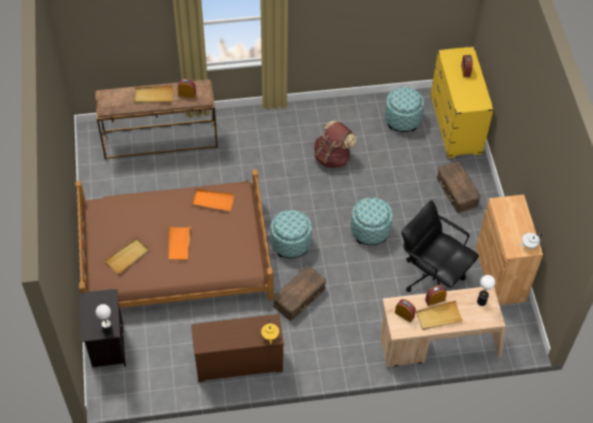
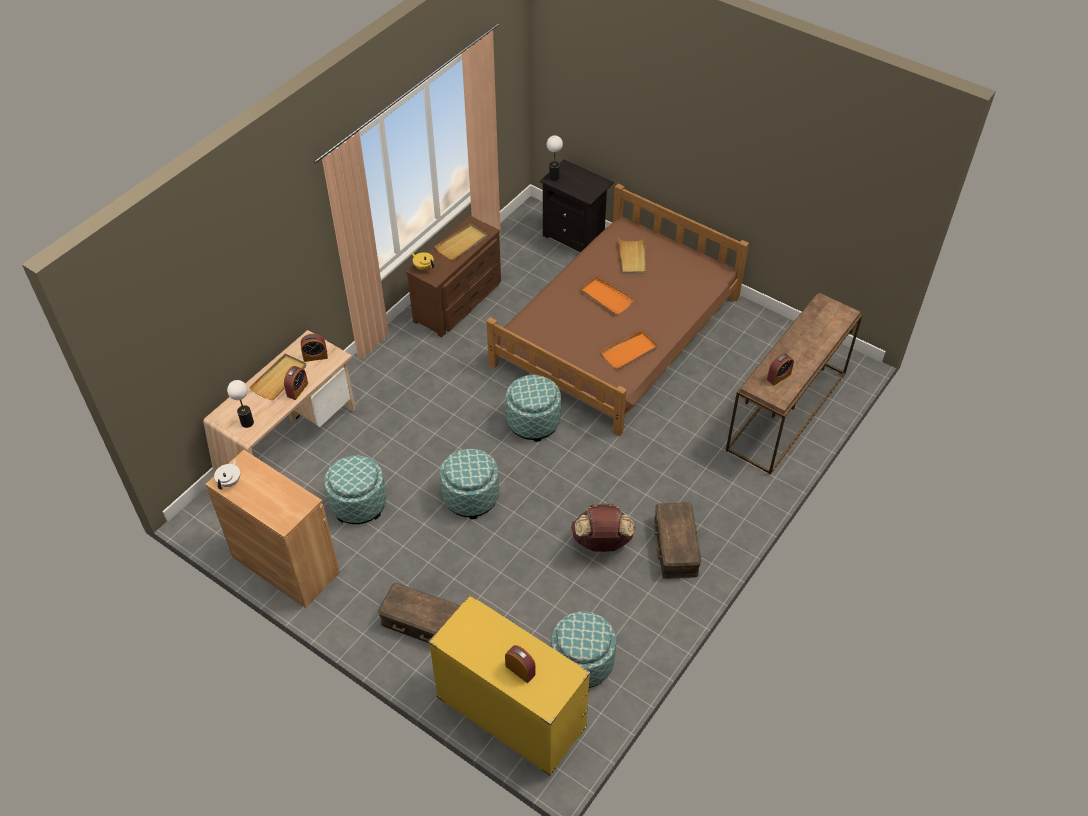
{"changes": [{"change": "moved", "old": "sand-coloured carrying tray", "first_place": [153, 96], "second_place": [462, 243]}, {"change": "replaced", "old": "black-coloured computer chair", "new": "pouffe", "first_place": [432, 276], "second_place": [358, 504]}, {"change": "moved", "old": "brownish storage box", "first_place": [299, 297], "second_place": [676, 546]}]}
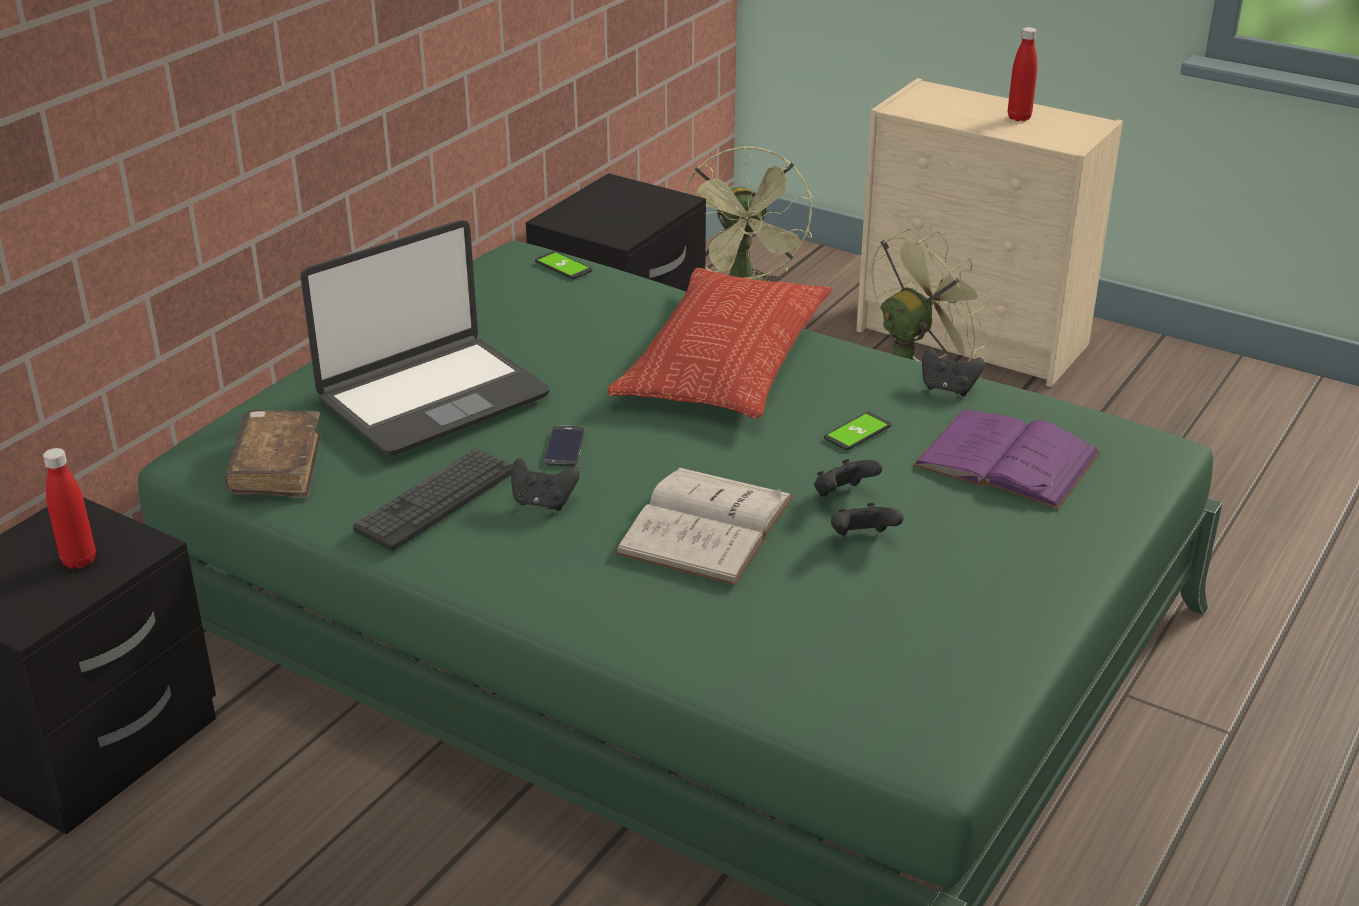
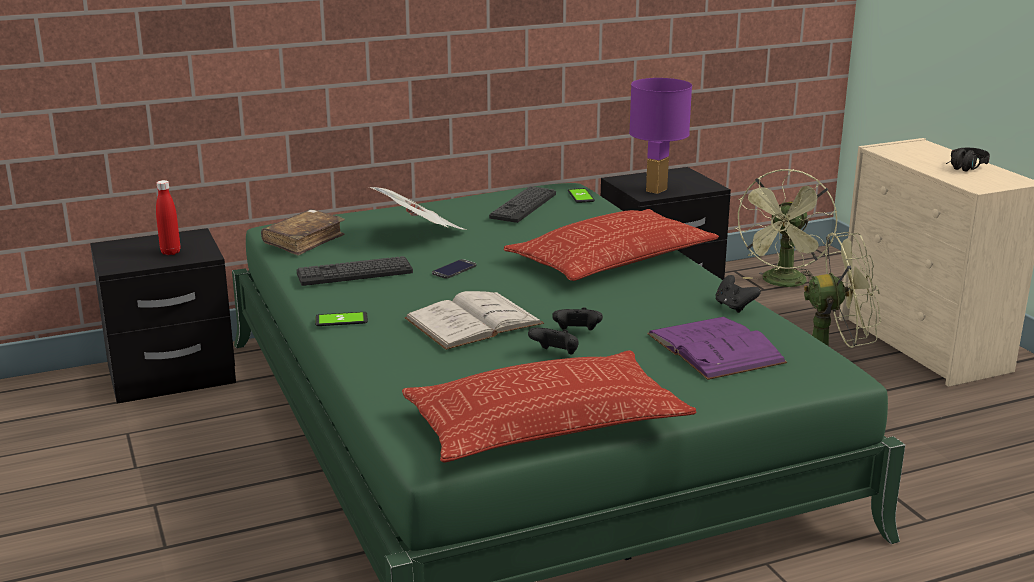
{"changes": [{"change": "replaced", "old": "reddish drink bottle", "new": "black-coloured headphones", "first_place": [1019, 118], "second_place": [964, 168]}, {"change": "replaced", "old": "notebook computer", "new": "newspaper", "first_place": [432, 397], "second_place": [419, 232]}, {"change": "moved", "old": "phone", "first_place": [857, 432], "second_place": [341, 320]}, {"change": "removed", "old": "black-coloured gamepad", "first_place": [543, 502]}, {"change": "added", "new": "purple-coloured tabletop lamp", "second_place": [656, 190]}, {"change": "added", "new": "keyboard", "second_place": [523, 205]}, {"change": "added", "new": "throw pillow", "second_place": [546, 422]}]}
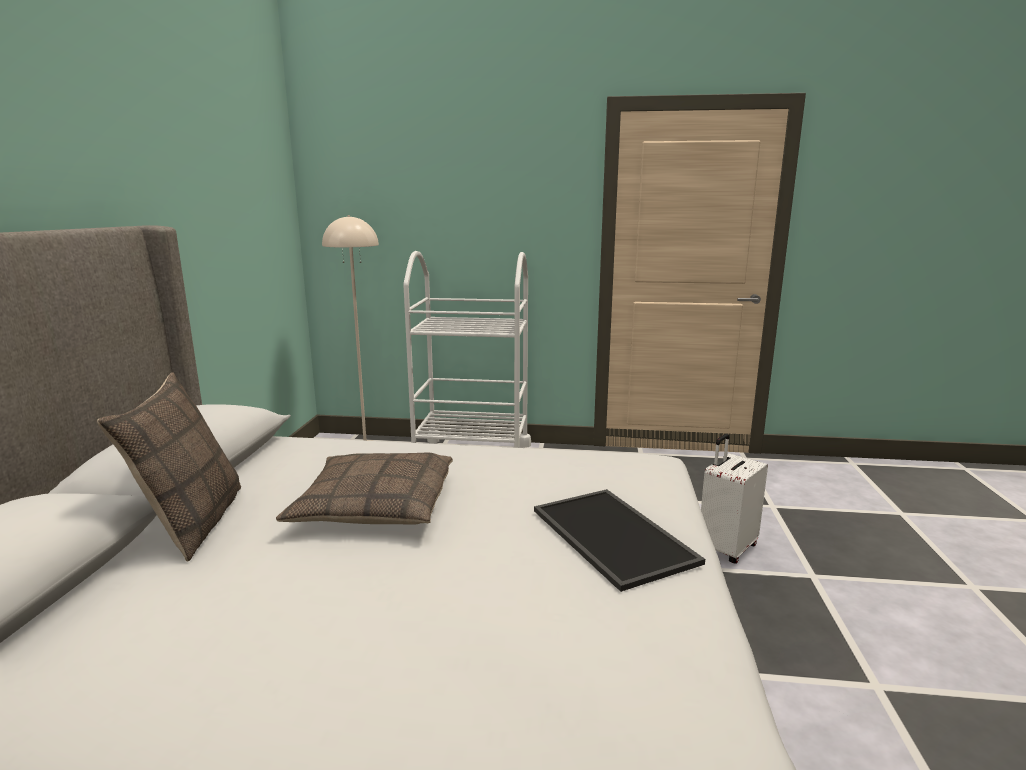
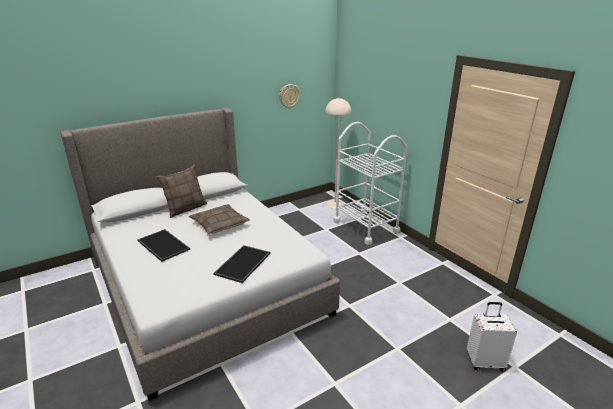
{"changes": [{"change": "moved", "old": "whitish piece of luggage", "first_place": [726, 548], "second_place": [485, 362]}, {"change": "added", "new": "clock on the wall", "second_place": [289, 96]}, {"change": "added", "new": "carrying tray", "second_place": [162, 245]}]}
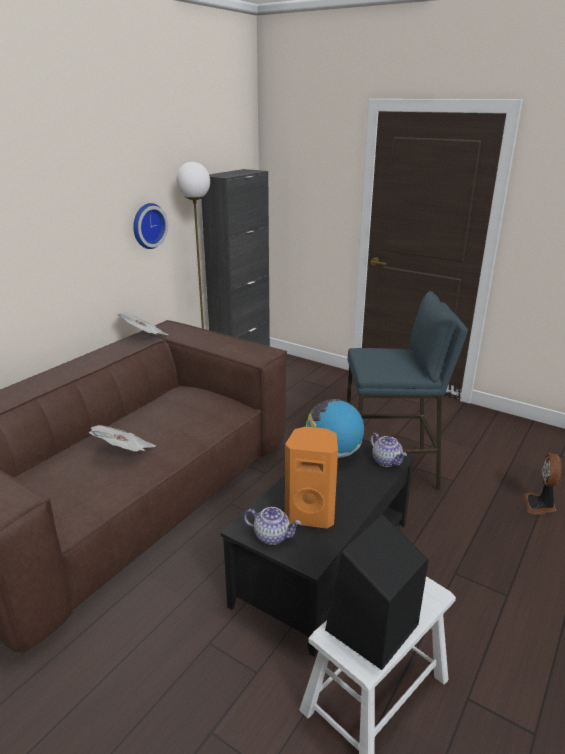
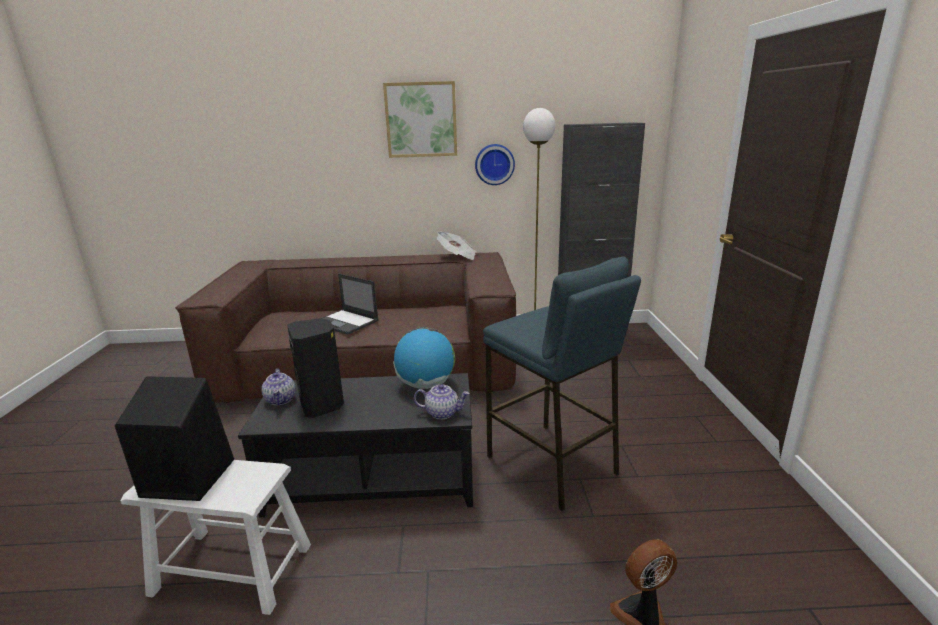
{"changes": [{"change": "replaced", "old": "newspaper", "new": "notebook computer", "first_place": [125, 452], "second_place": [346, 322]}, {"change": "recoloured", "old": "orangey speaker", "new": "black-coloured speaker", "first_place": [311, 514], "second_place": [322, 405]}, {"change": "turned", "old": "teapot", "first_place": [387, 461], "second_place": [442, 413], "degrees": -105}, {"change": "added", "new": "picture", "second_place": [421, 120]}]}
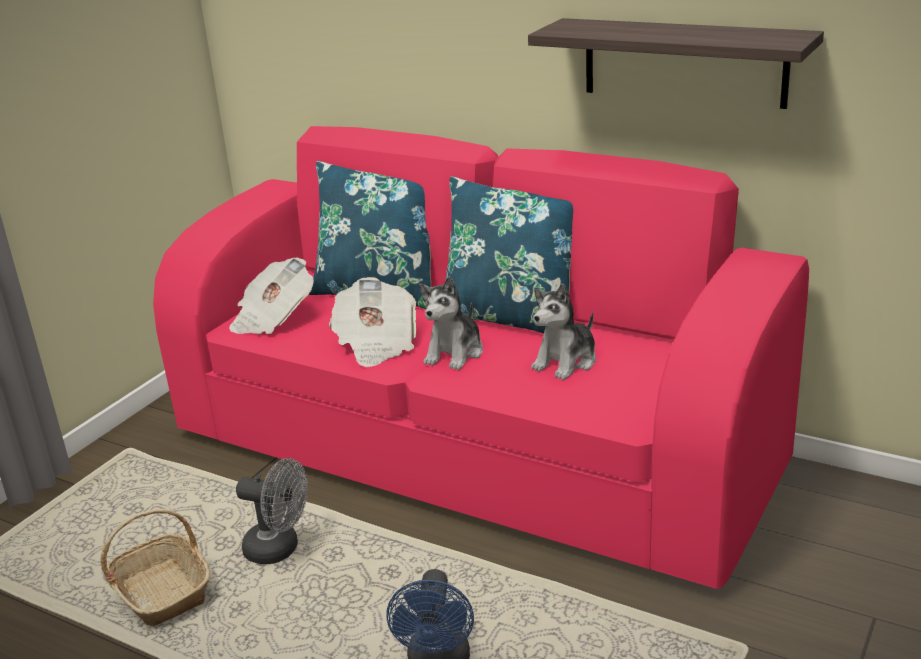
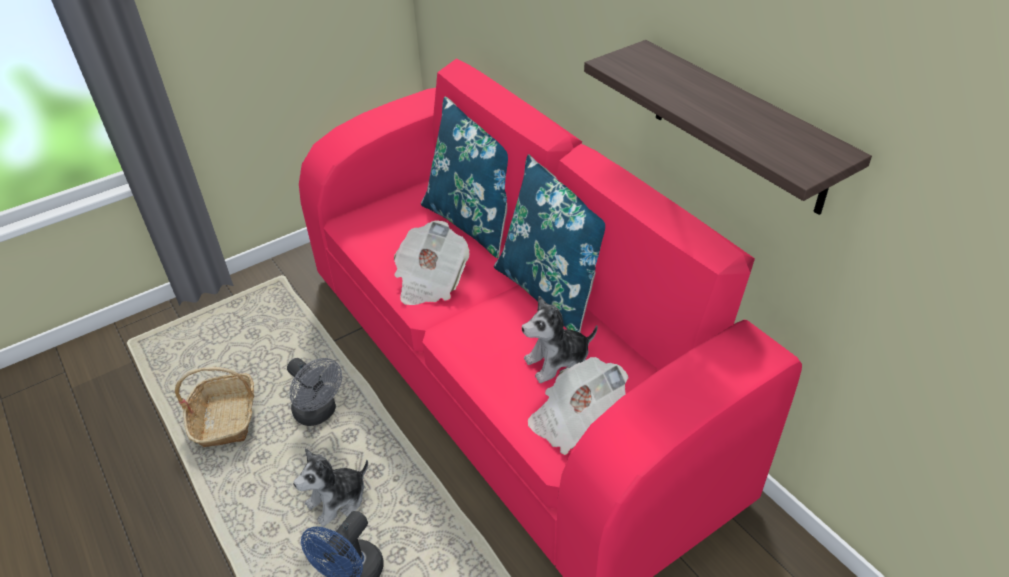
{"changes": [{"change": "moved", "old": "newspaper", "first_place": [273, 319], "second_place": [576, 421]}, {"change": "moved", "old": "soft toy", "first_place": [455, 353], "second_place": [337, 500]}]}
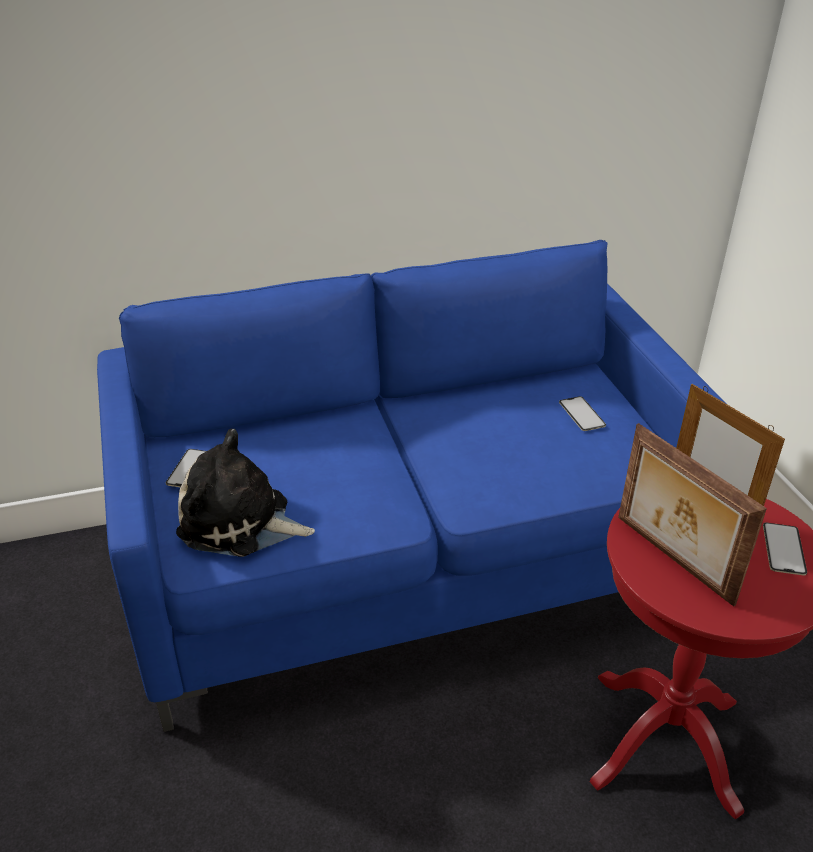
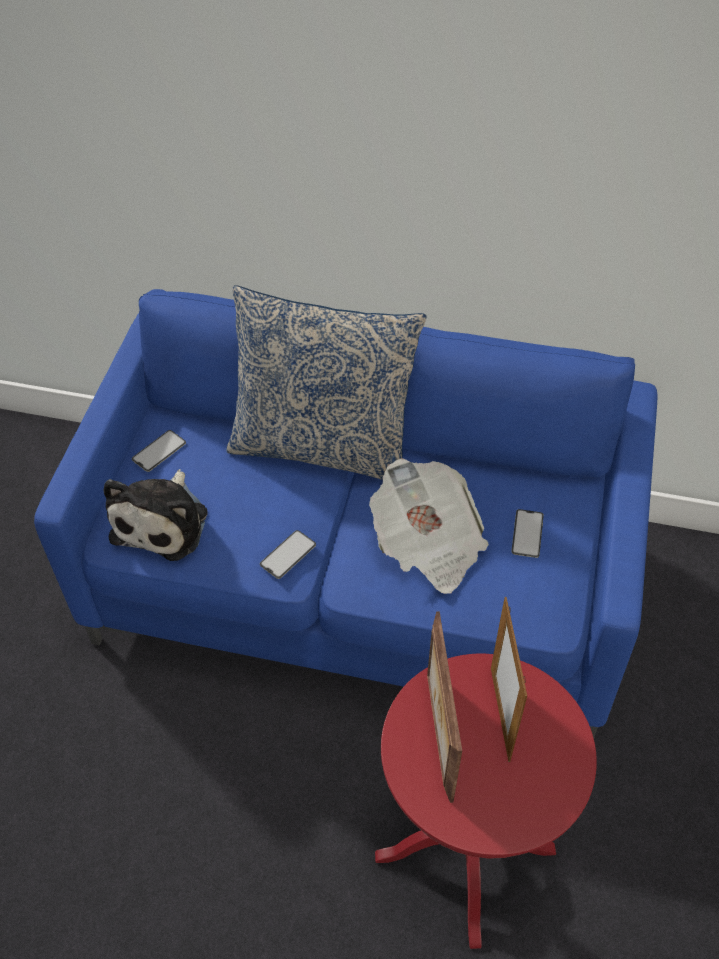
{"changes": [{"change": "turned", "old": "soft toy", "first_place": [240, 523], "second_place": [163, 521], "degrees": -120}, {"change": "moved", "old": "phone", "first_place": [783, 549], "second_place": [288, 554]}, {"change": "added", "new": "throw pillow", "second_place": [323, 445]}, {"change": "added", "new": "newspaper", "second_place": [428, 544]}]}
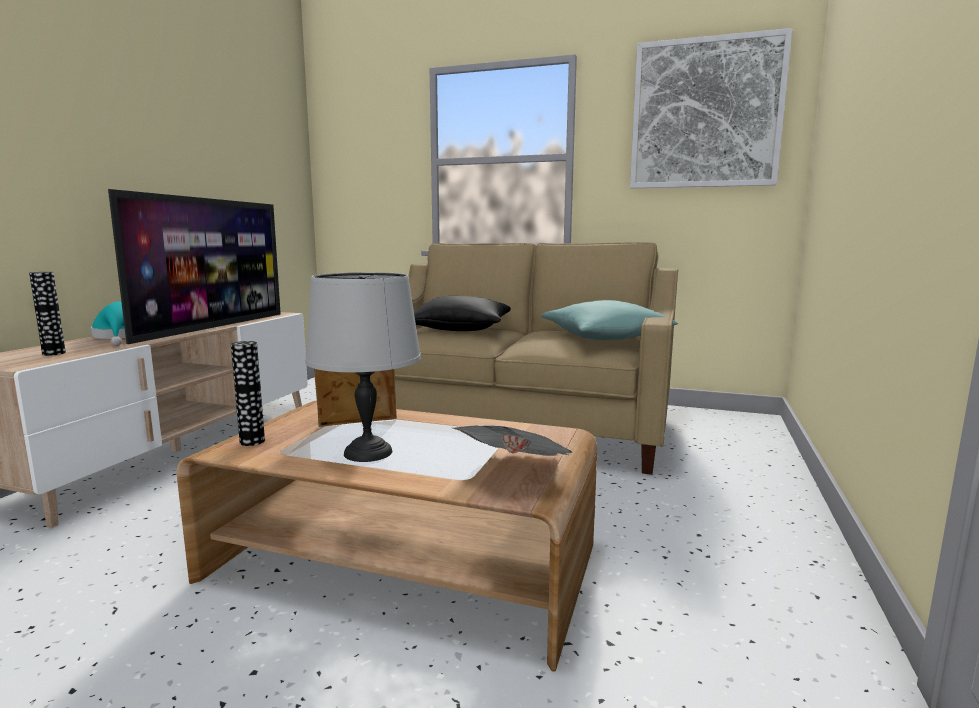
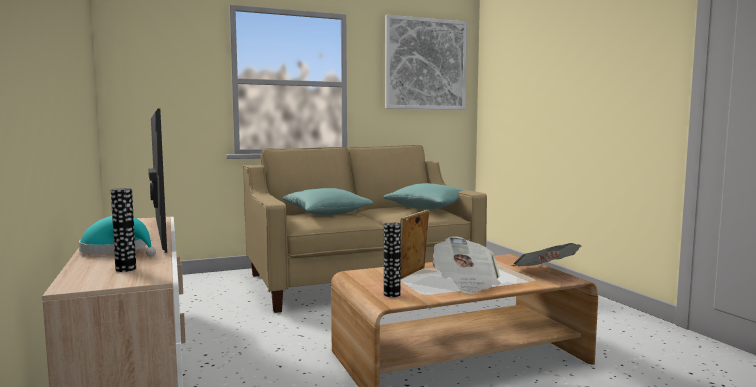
{"changes": [{"change": "replaced", "old": "gray tabletop lamp", "new": "newspaper", "first_place": [367, 453], "second_place": [465, 283]}, {"change": "recoloured", "old": "black-coloured throw pillow", "new": "turquoise-coloured throw pillow", "first_place": [462, 329], "second_place": [326, 213]}]}
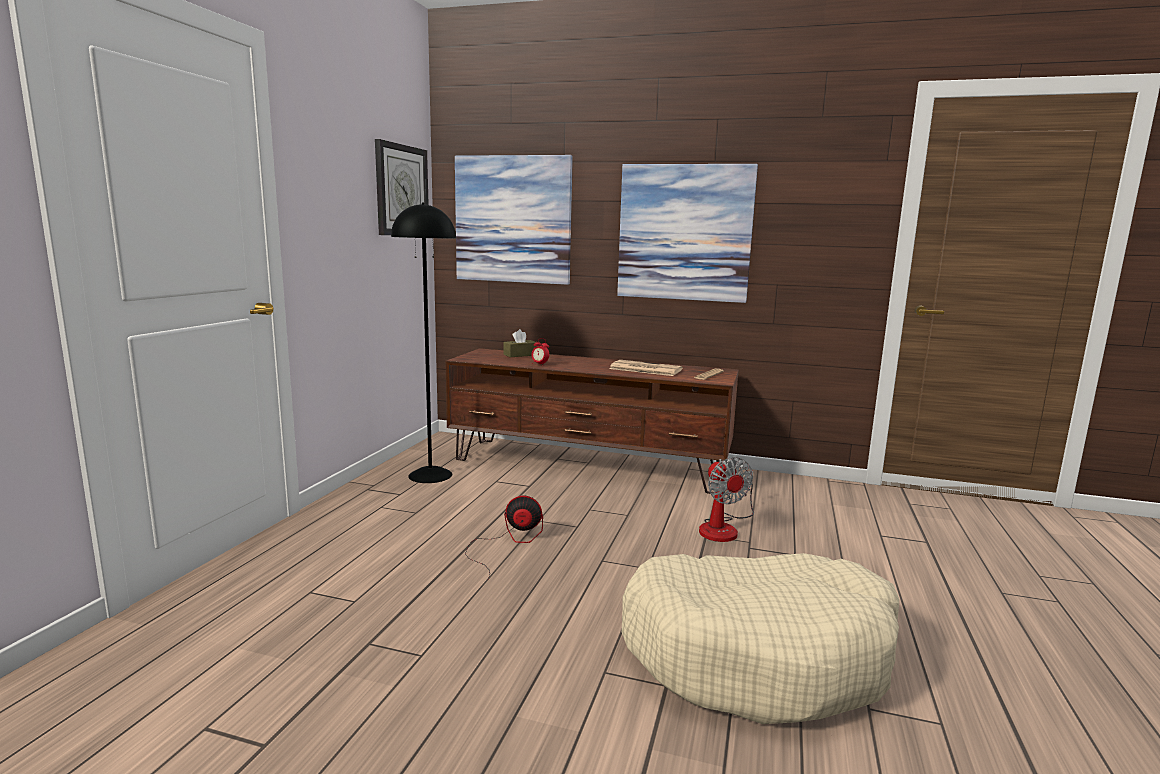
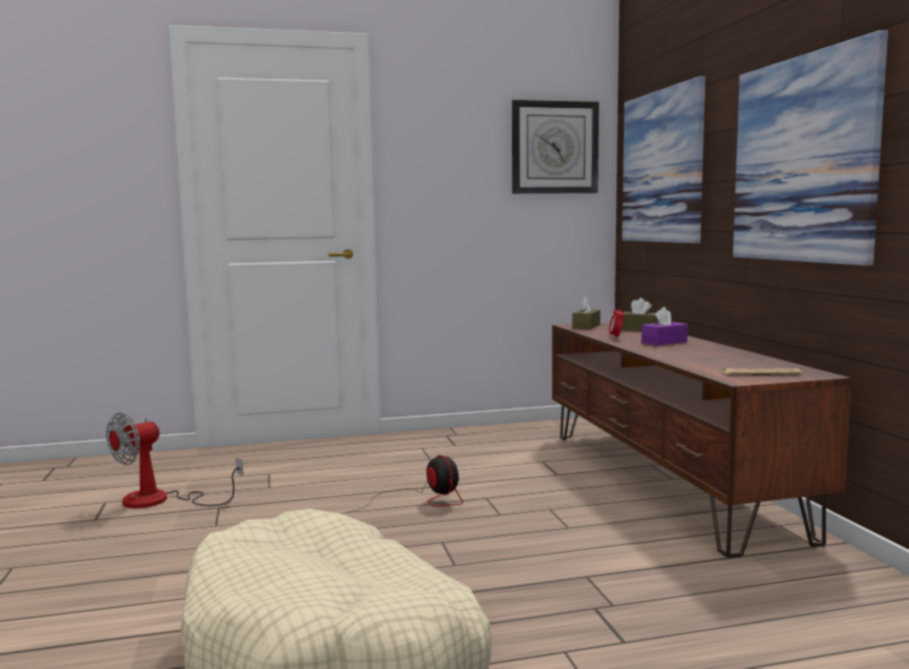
{"changes": [{"change": "removed", "old": "black-coloured standard lamp", "first_place": [430, 475]}, {"change": "removed", "old": "newspaper", "first_place": [644, 369]}, {"change": "moved", "old": "electric fan", "first_place": [723, 528], "second_place": [161, 500]}, {"change": "added", "new": "brownish box of tissues", "second_place": [586, 326]}, {"change": "added", "new": "purple-coloured box of tissues", "second_place": [664, 342]}]}
